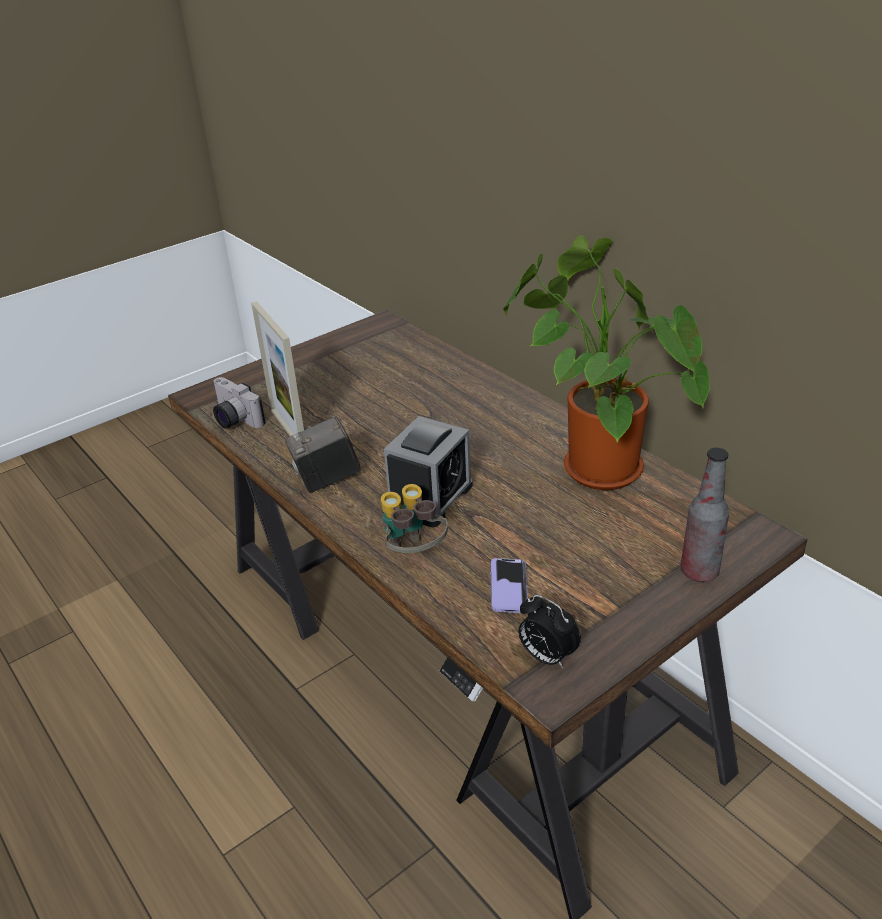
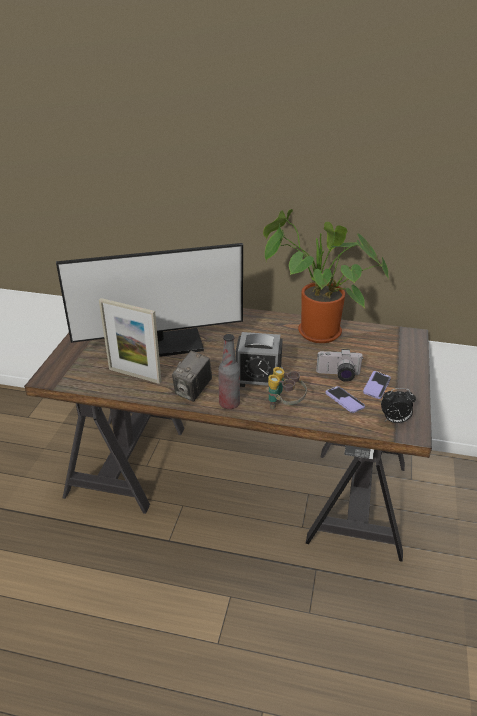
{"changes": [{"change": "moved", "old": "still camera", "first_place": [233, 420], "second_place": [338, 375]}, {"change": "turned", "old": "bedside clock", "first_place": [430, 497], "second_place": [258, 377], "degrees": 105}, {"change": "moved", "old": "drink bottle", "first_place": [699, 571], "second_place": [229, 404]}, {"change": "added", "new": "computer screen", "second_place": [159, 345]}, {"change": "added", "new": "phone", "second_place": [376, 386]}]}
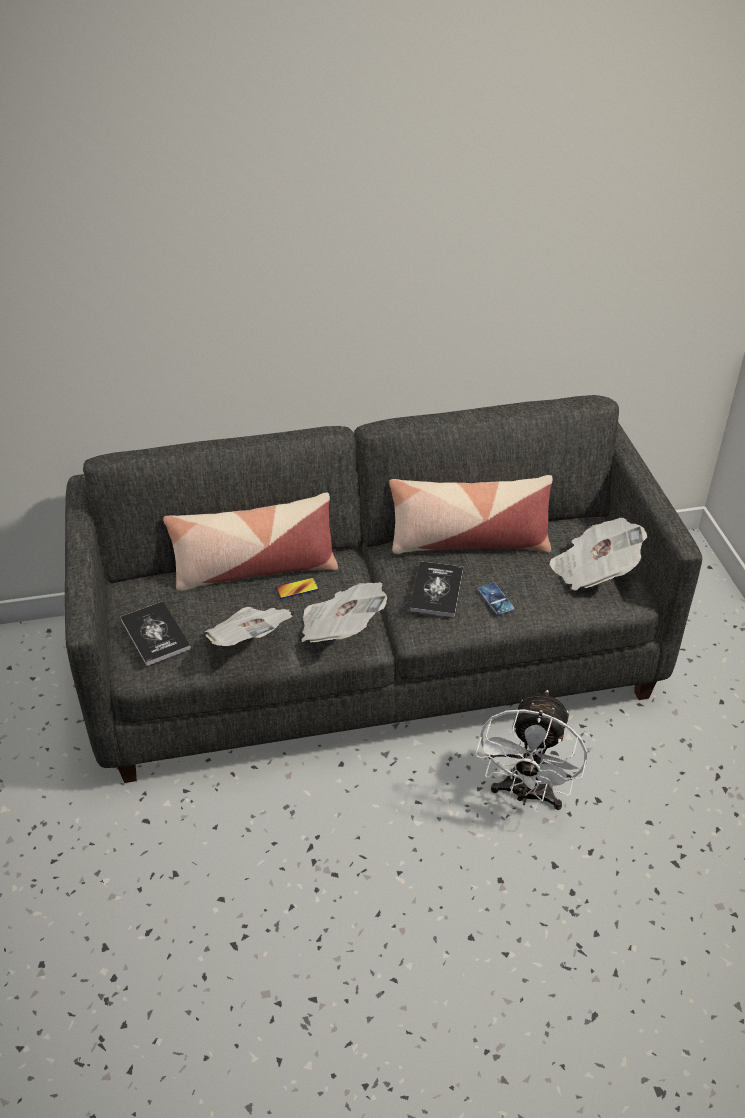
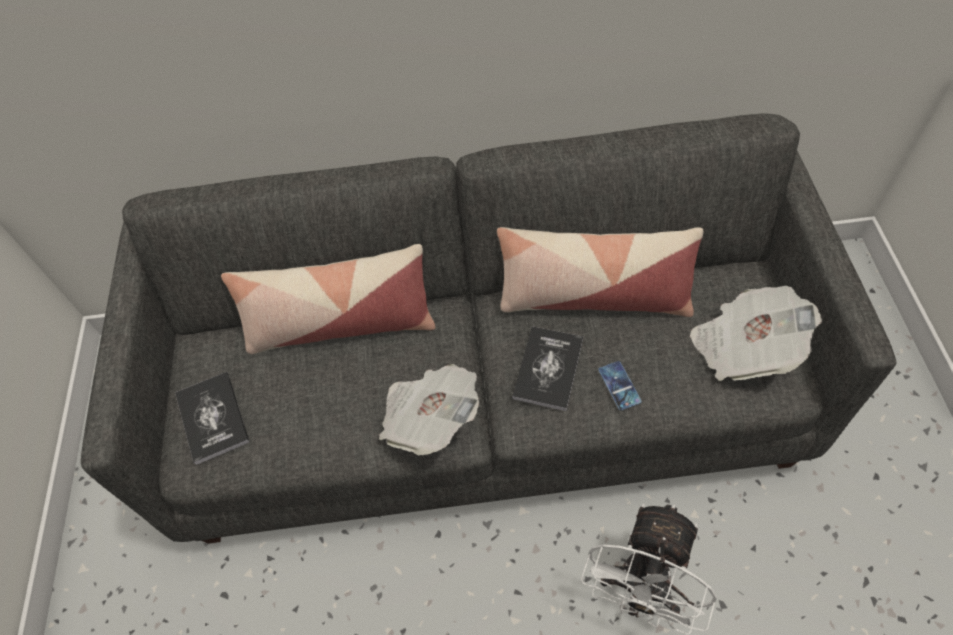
{"changes": [{"change": "removed", "old": "phone", "first_place": [297, 589]}, {"change": "removed", "old": "newspaper", "first_place": [249, 641]}]}
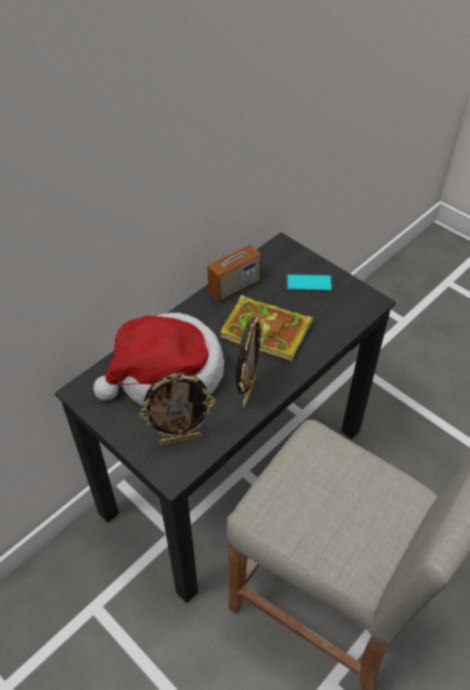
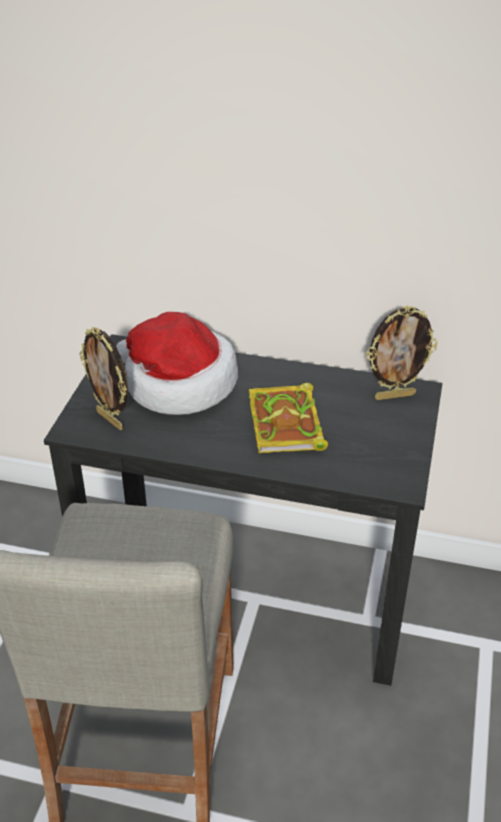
{"changes": [{"change": "removed", "old": "radio set", "first_place": [234, 286]}, {"change": "removed", "old": "phone", "first_place": [308, 284]}, {"change": "moved", "old": "standing frame", "first_place": [247, 393], "second_place": [394, 395]}]}
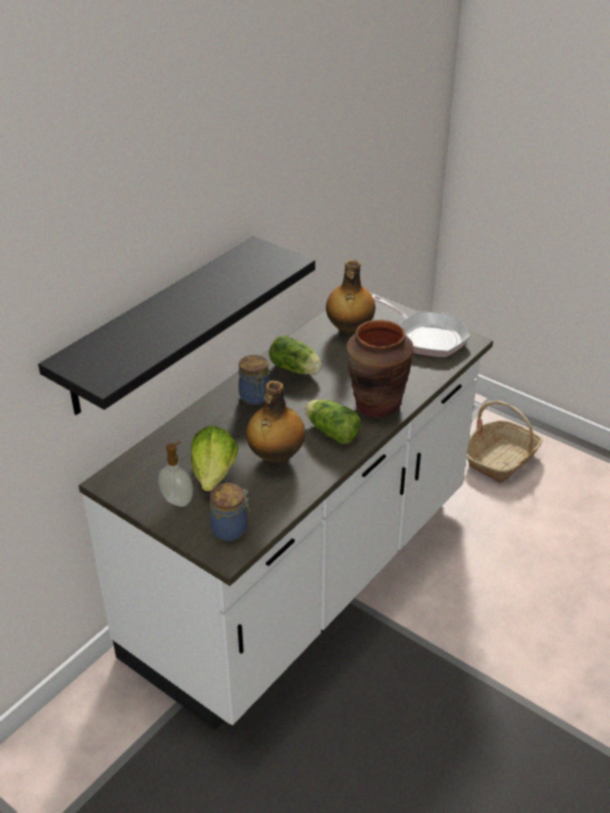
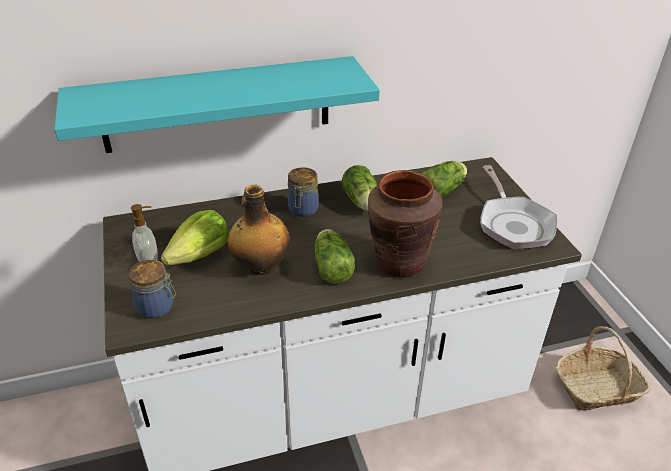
{"changes": [{"change": "recoloured", "old": "black-coloured wall shelf", "new": "turquoise-coloured wall shelf", "first_place": [159, 325], "second_place": [217, 105]}, {"change": "replaced", "old": "drink bottle", "new": "lettuce head", "first_place": [349, 331], "second_place": [443, 190]}]}
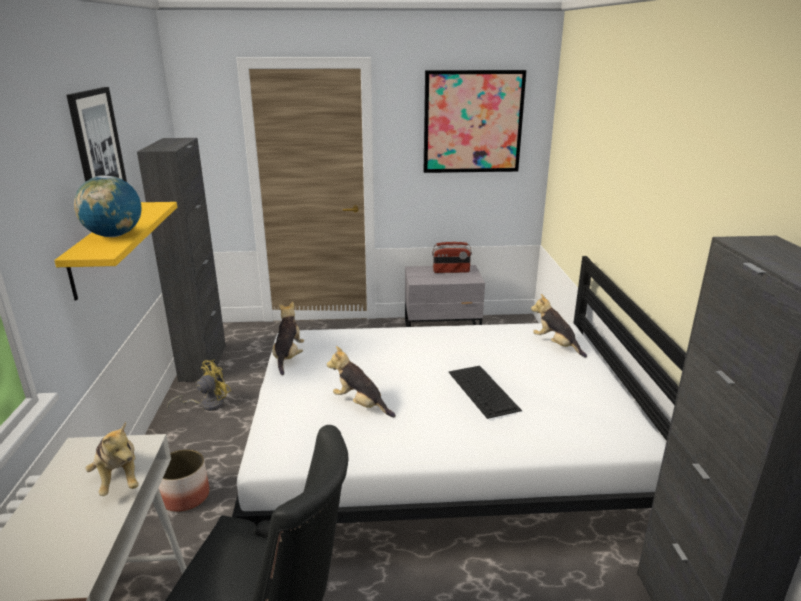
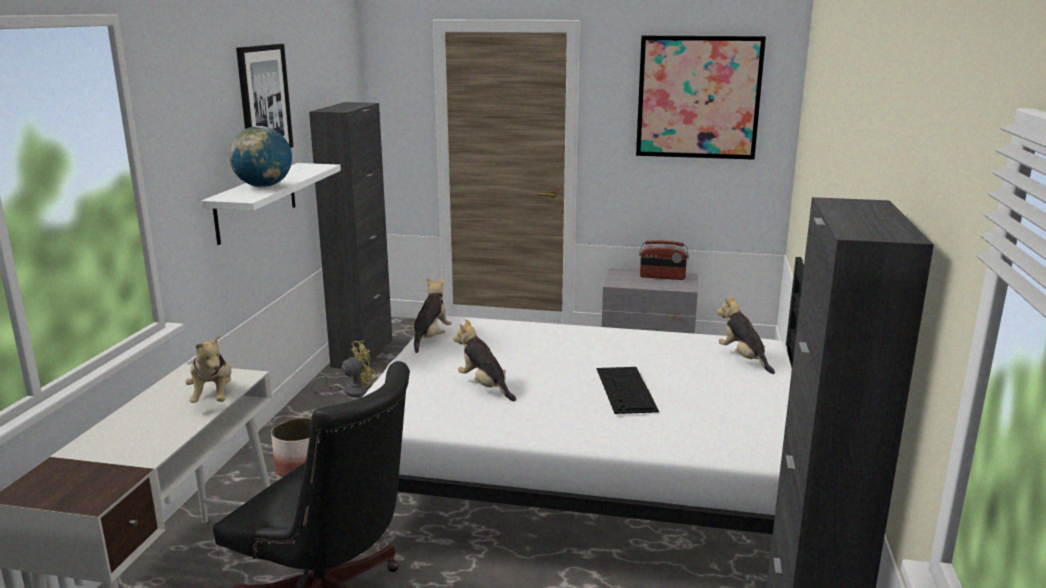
{"changes": [{"change": "recoloured", "old": "yellow wall shelf", "new": "whitish wall shelf", "first_place": [103, 248], "second_place": [256, 202]}]}
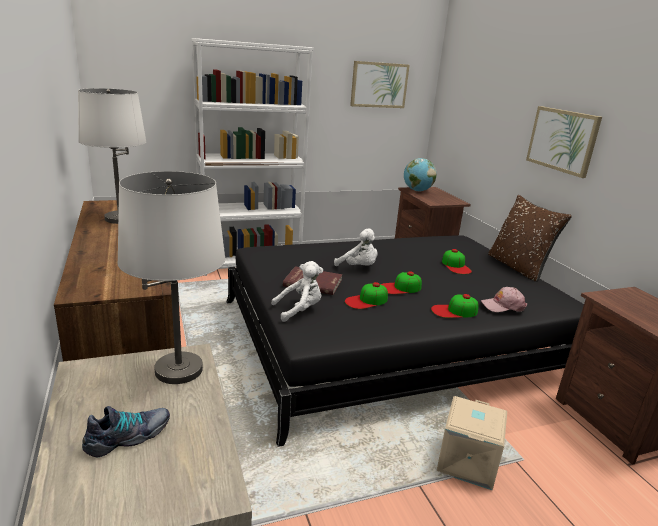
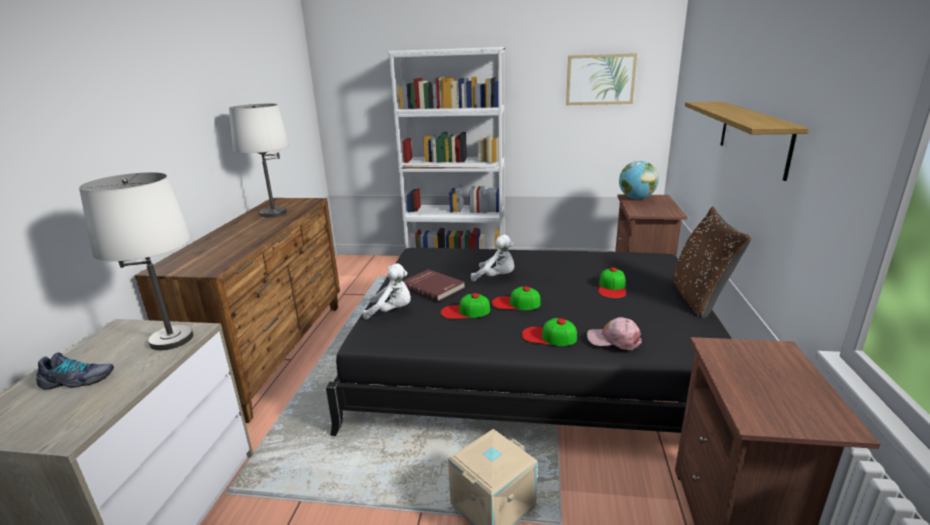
{"changes": [{"change": "replaced", "old": "picture", "new": "wall shelf", "first_place": [562, 140], "second_place": [753, 136]}, {"change": "turned", "old": "whitish soft toy", "first_place": [358, 267], "second_place": [496, 277], "degrees": -45}]}
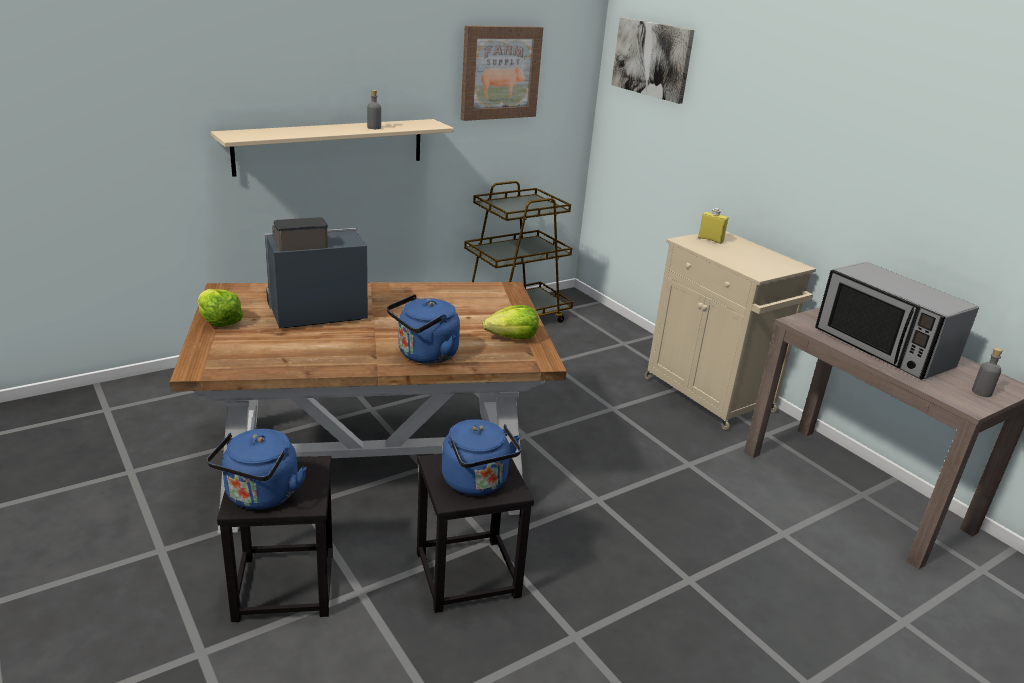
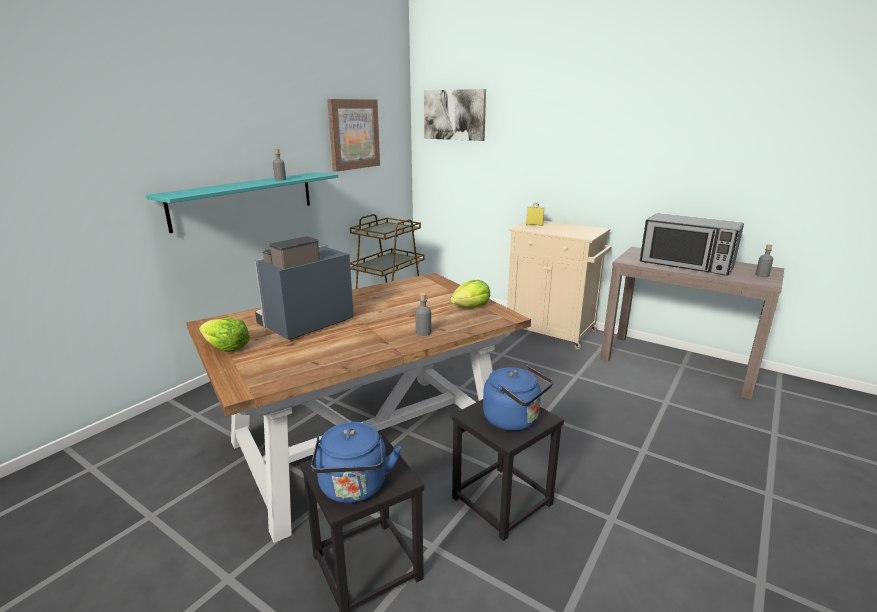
{"changes": [{"change": "recoloured", "old": "sand-coloured wall shelf", "new": "turquoise-coloured wall shelf", "first_place": [331, 146], "second_place": [245, 199]}, {"change": "replaced", "old": "bluish water kettle", "new": "gray drink bottle", "first_place": [424, 355], "second_place": [423, 332]}]}
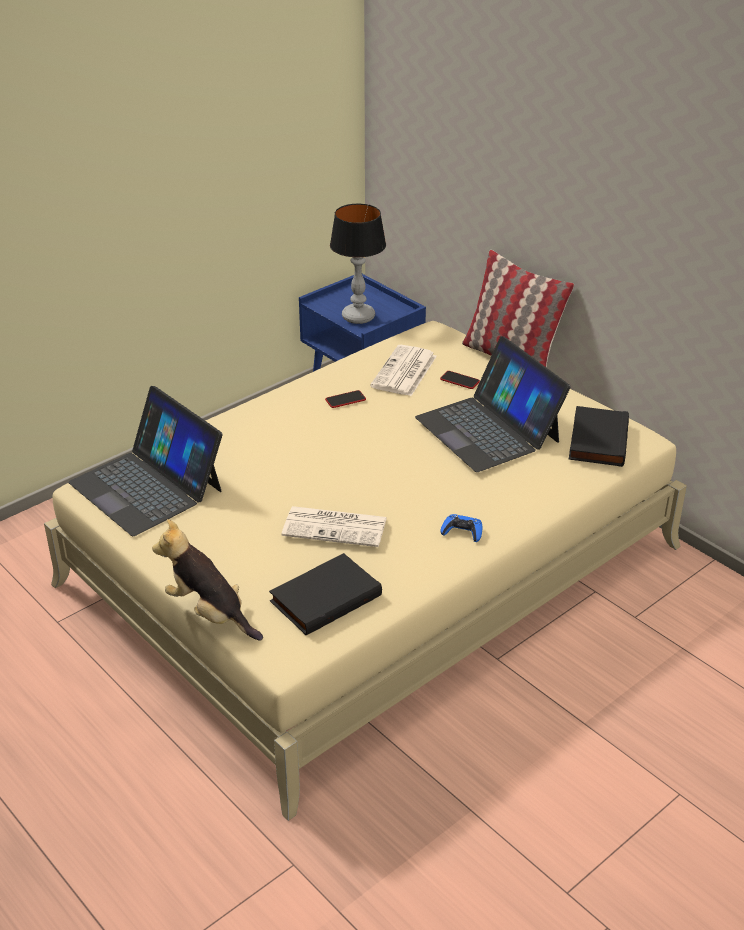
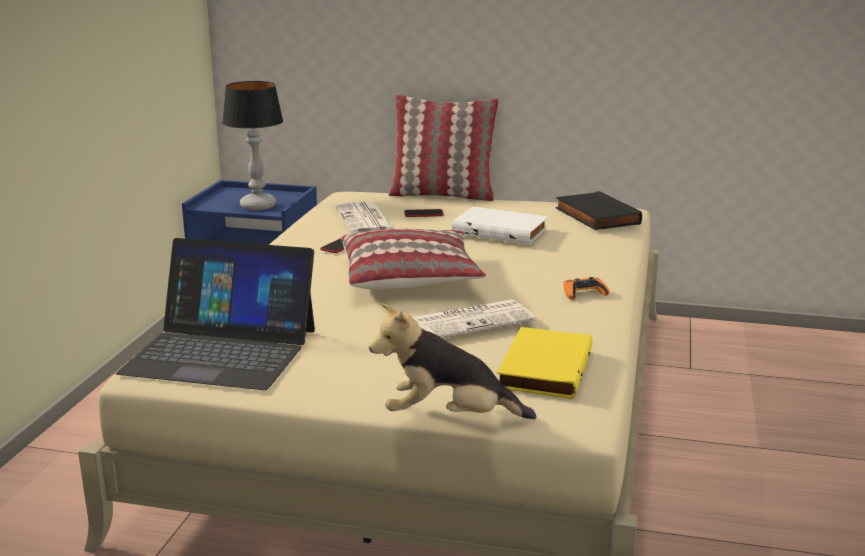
{"changes": [{"change": "replaced", "old": "notebook computer", "new": "whitish volume", "first_place": [488, 429], "second_place": [501, 230]}, {"change": "recoloured", "old": "bluish gamepad", "new": "orangey gamepad", "first_place": [462, 532], "second_place": [584, 293]}, {"change": "recoloured", "old": "black-coloured volume", "new": "yellow volume", "first_place": [325, 597], "second_place": [542, 368]}, {"change": "added", "new": "throw pillow", "second_place": [410, 277]}]}
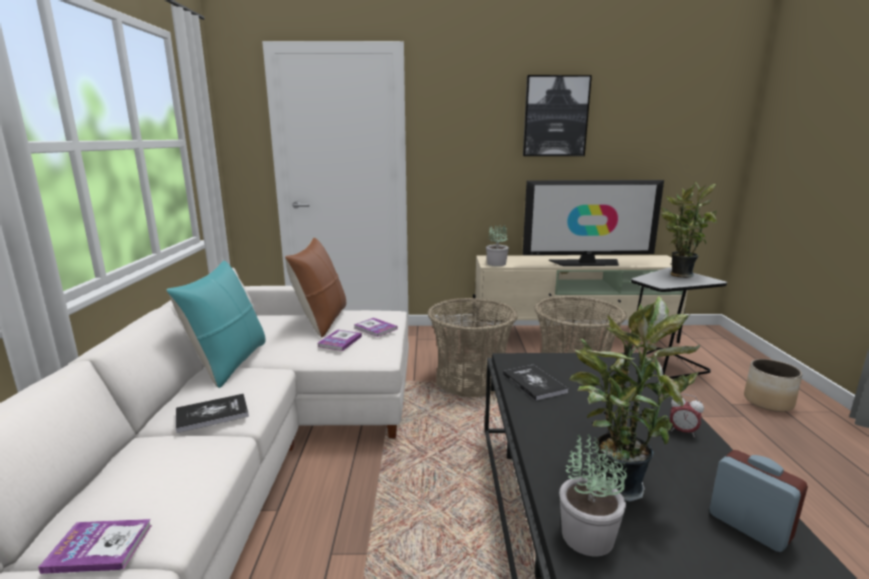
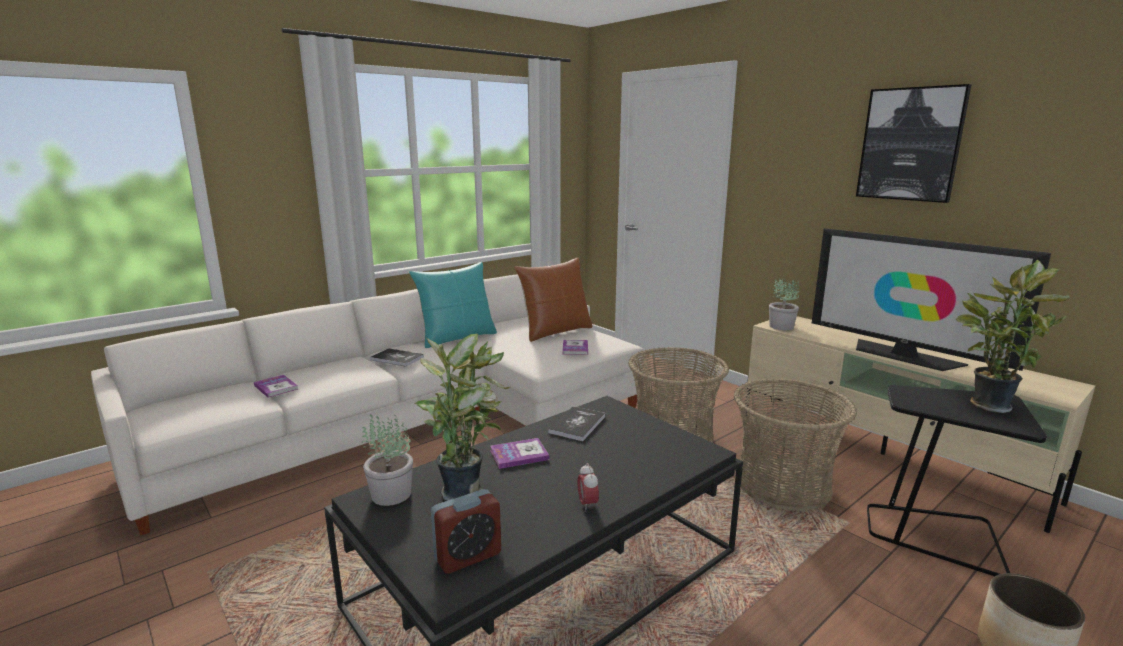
{"changes": [{"change": "moved", "old": "volume", "first_place": [340, 341], "second_place": [519, 455]}, {"change": "turned", "old": "bedside clock", "first_place": [749, 526], "second_place": [468, 556], "degrees": 45}]}
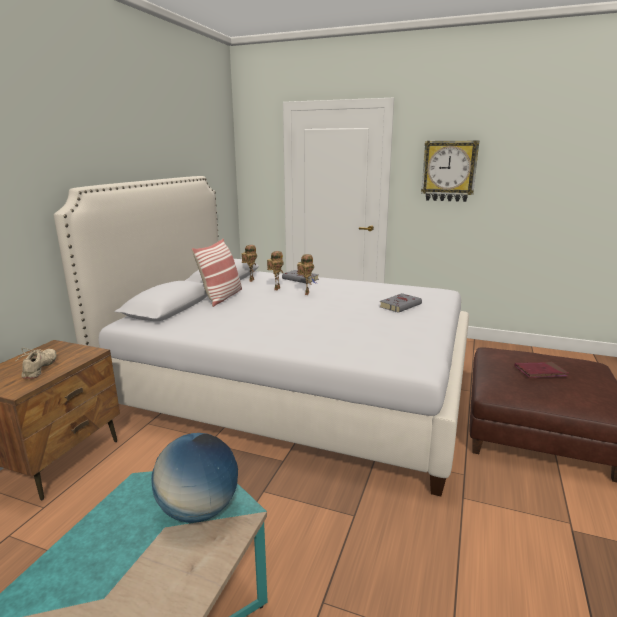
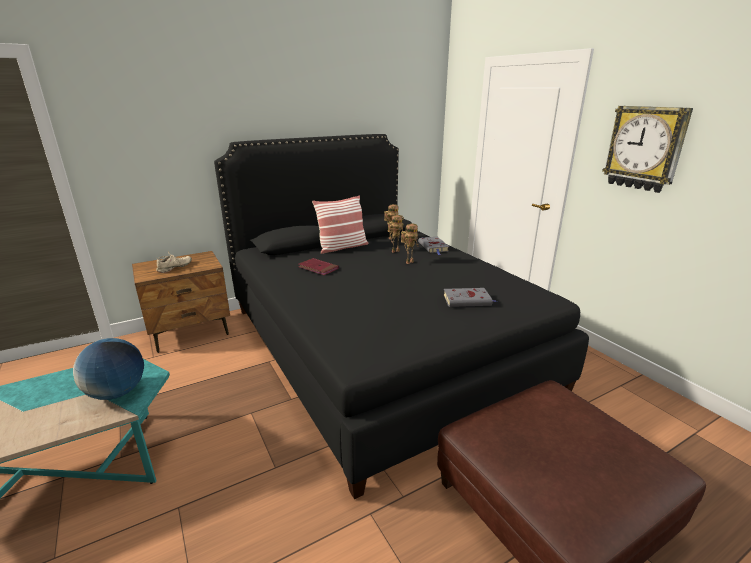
{"changes": [{"change": "recoloured", "old": "whitish bedroom bed", "new": "black-coloured bedroom bed", "first_place": [293, 387], "second_place": [378, 346]}, {"change": "moved", "old": "reddish volume", "first_place": [540, 372], "second_place": [318, 268]}]}
